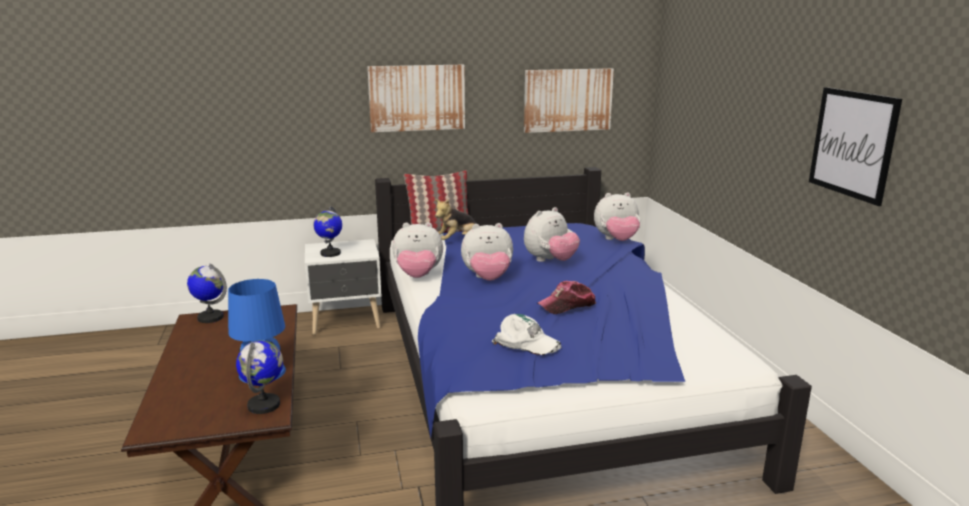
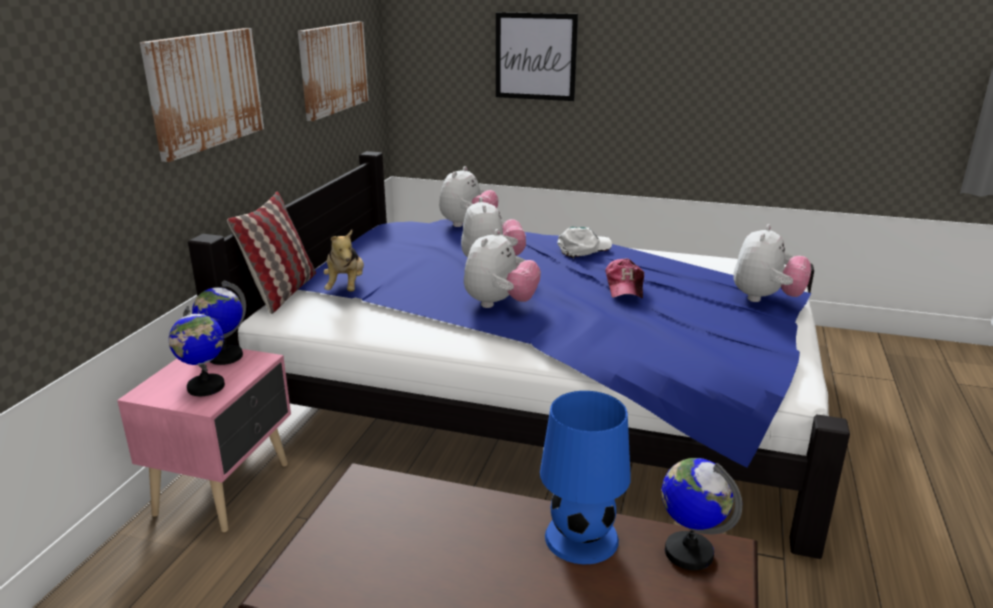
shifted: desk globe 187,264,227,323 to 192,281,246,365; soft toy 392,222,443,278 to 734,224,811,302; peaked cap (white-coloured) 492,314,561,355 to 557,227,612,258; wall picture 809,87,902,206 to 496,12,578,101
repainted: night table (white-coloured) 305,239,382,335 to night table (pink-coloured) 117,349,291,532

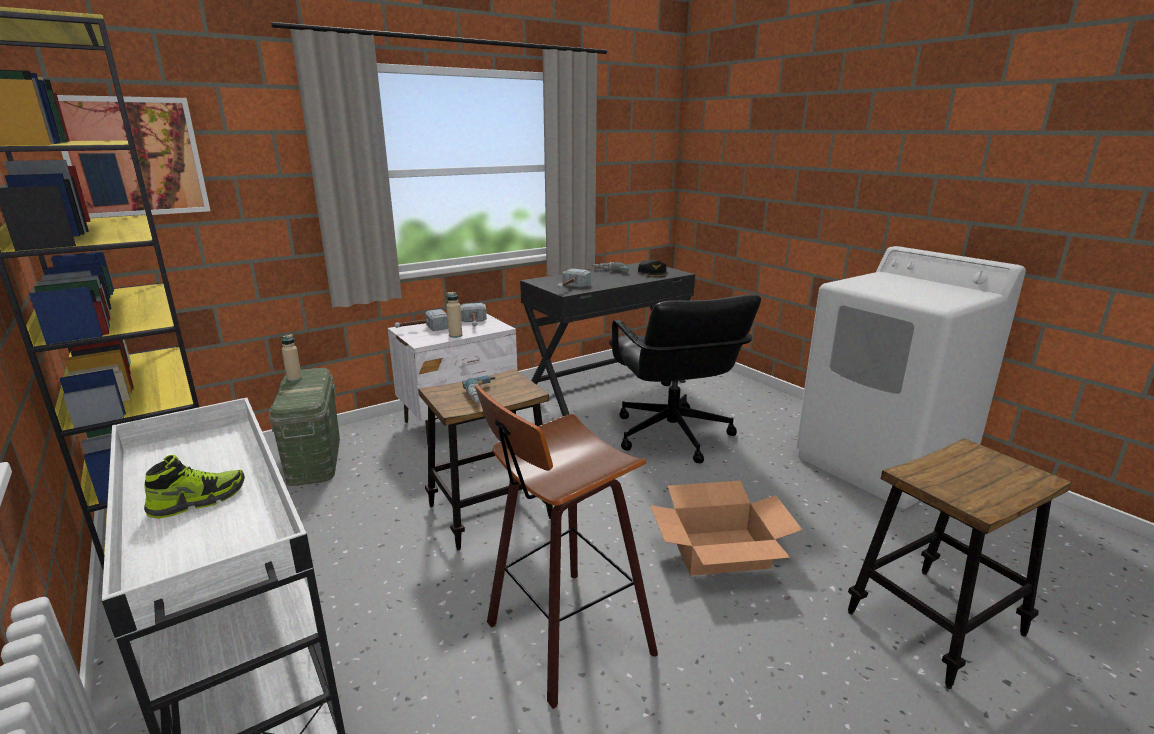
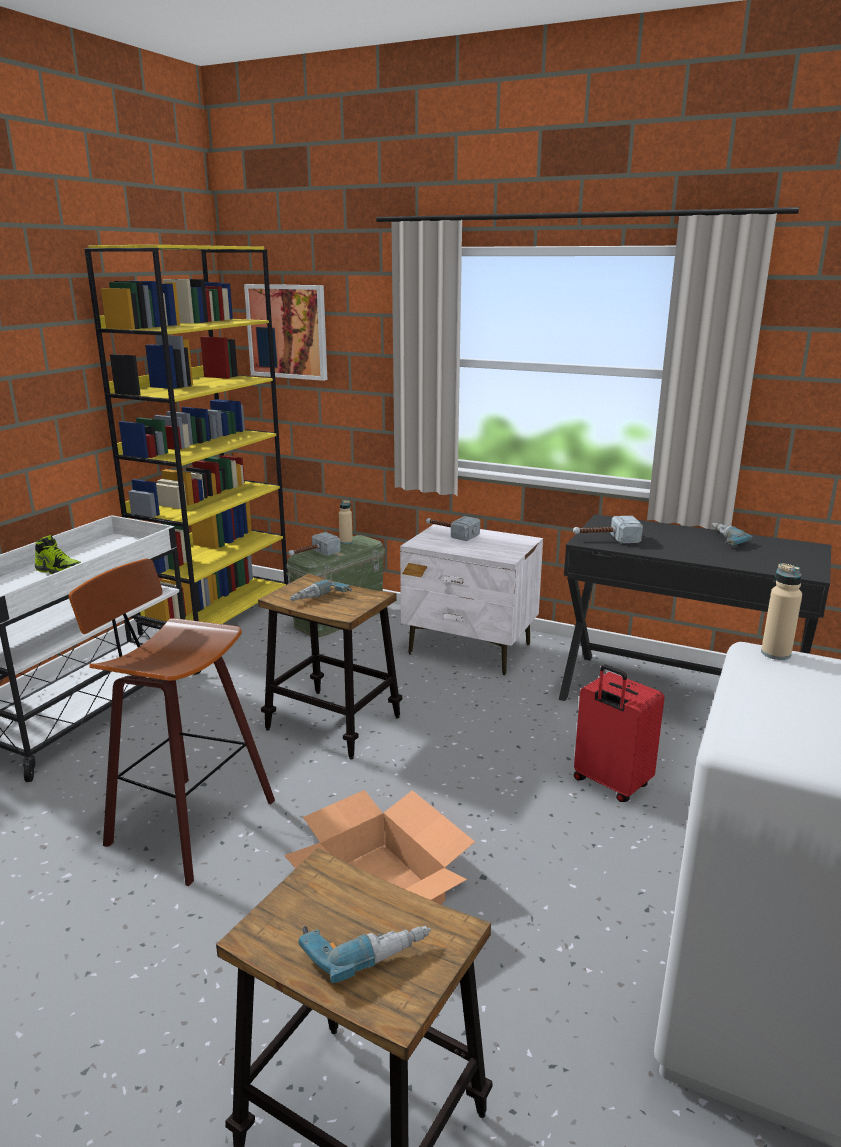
gone: peaked cap (black-coloured) 638,260,668,278
new: power drill 298,926,431,983
shifted: drink bottle (beige) 447,292,462,338 to 761,563,802,660; hand hammer 460,303,487,326 to 288,532,341,556
swapped: computer chair (black-coloured) 609,295,761,464 to piece of luggage (red) 574,664,664,802

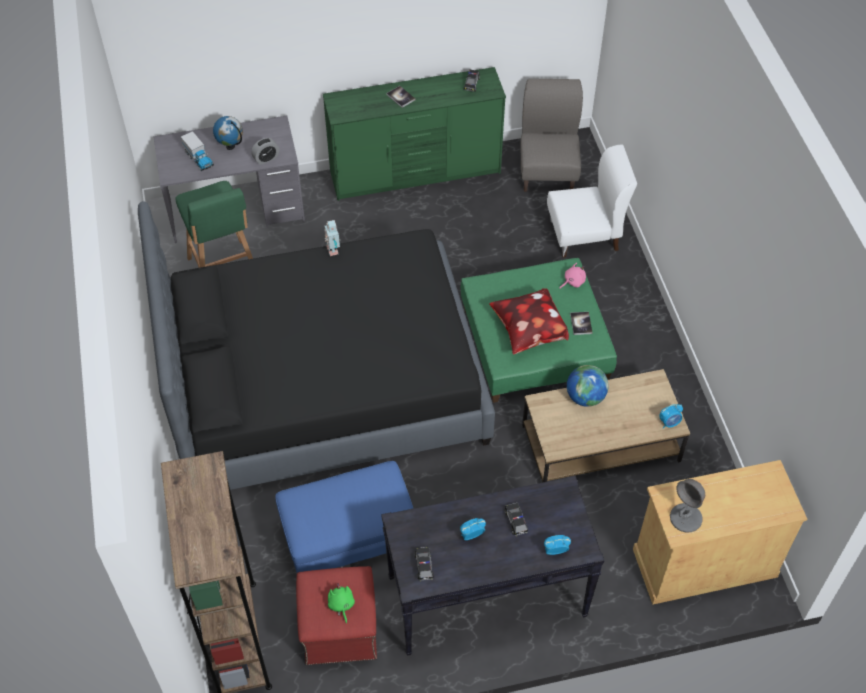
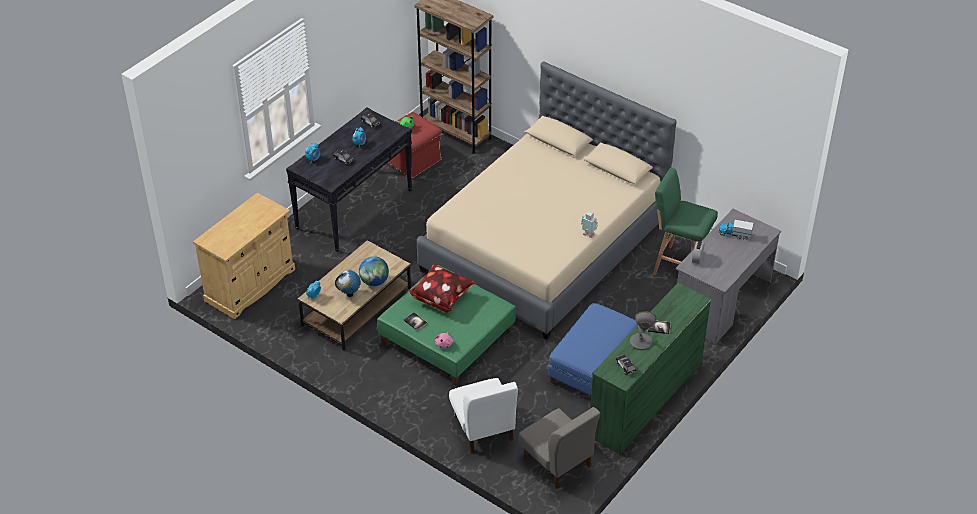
shifted: desk globe 213,116,243,150 to 335,270,361,297; pouffe (blue-coloured) 275,461,413,573 to 548,303,637,397; tabletop lamp (greyish) 670,479,705,533 to 630,311,656,350
repainted: bed (black-coloured) 138,201,495,490 to bed (beige) 417,61,677,339
rotated: plain chair (white-coloured) 547,144,637,258 = 449,378,518,453 60 degrees counterclockwise

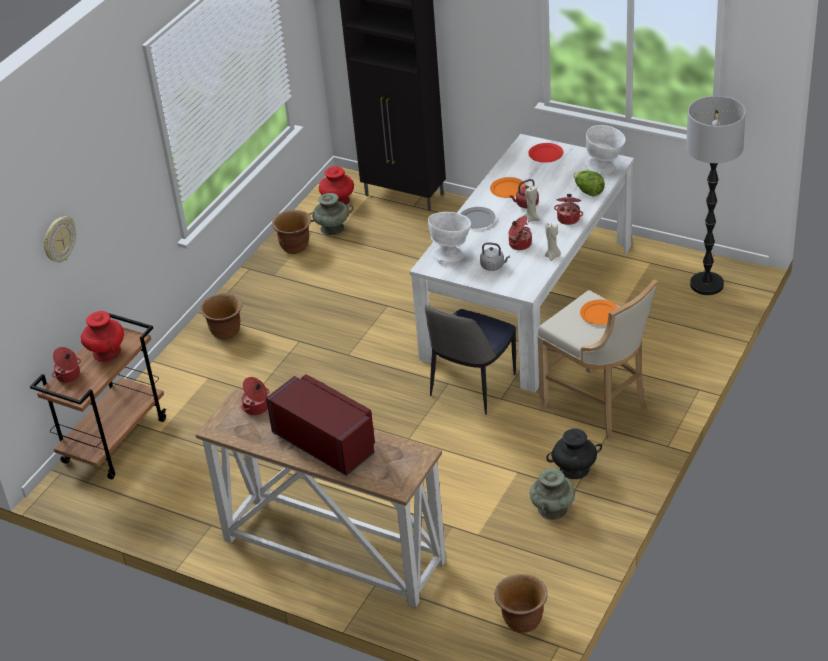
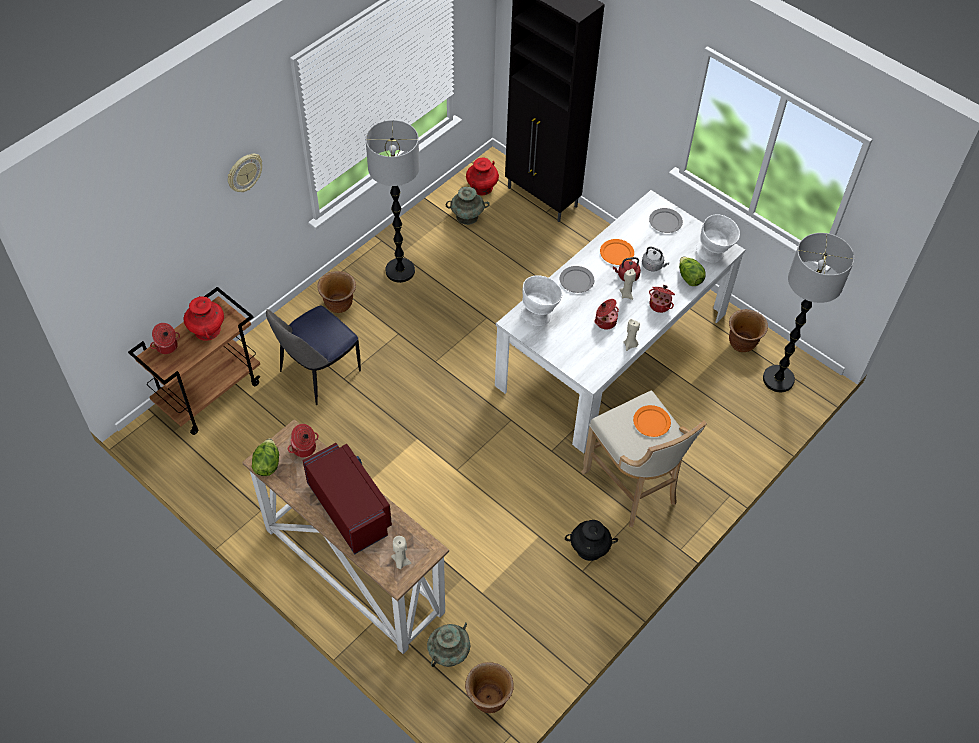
new: lettuce head 252,439,279,476; standard lamp 365,120,420,283; wax light (beige) 391,536,411,569
shifted: hanging clock 43,216,76,262 to 228,154,262,192; planter (brownish) 272,210,311,254 to 729,309,768,352; plain chair 425,305,516,415 to 266,305,361,405; water kettle (greyish) 480,242,510,271 to 642,247,669,271; flower vase (turquoise) 529,468,575,520 to 427,622,471,667
repainted: plate (red) 528,143,564,163 to plate (greyish) 649,208,683,233

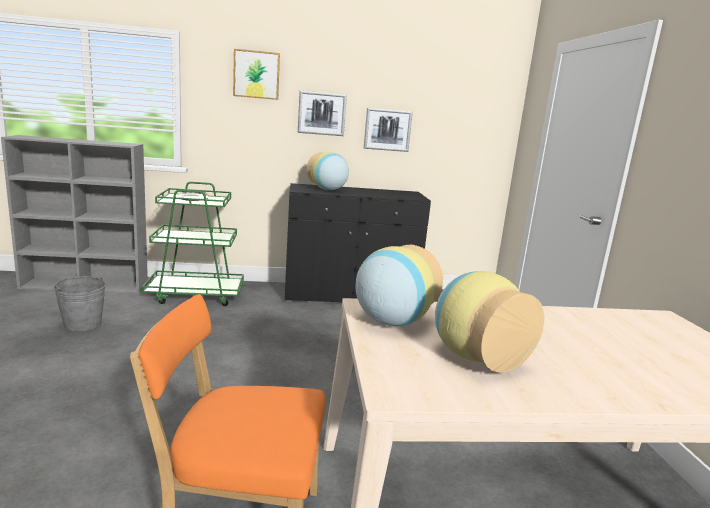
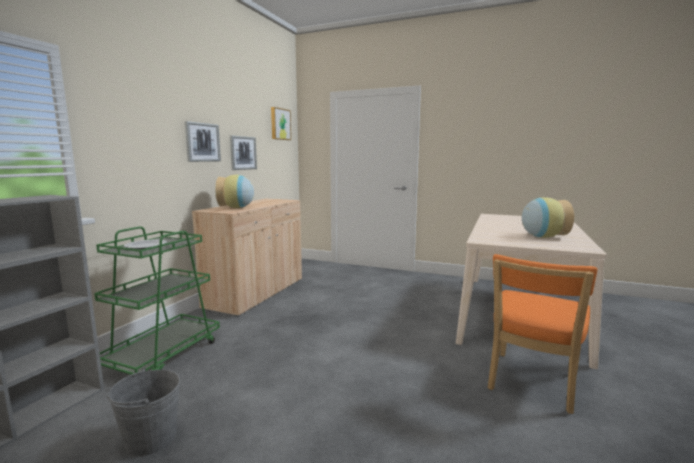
gone: flower vase 355,245,443,326
shifted: wall picture 233,49,280,100 to 271,107,291,140
repainted: cabinet (black-coloured) 285,183,431,302 to cabinet (beige) 192,199,302,317

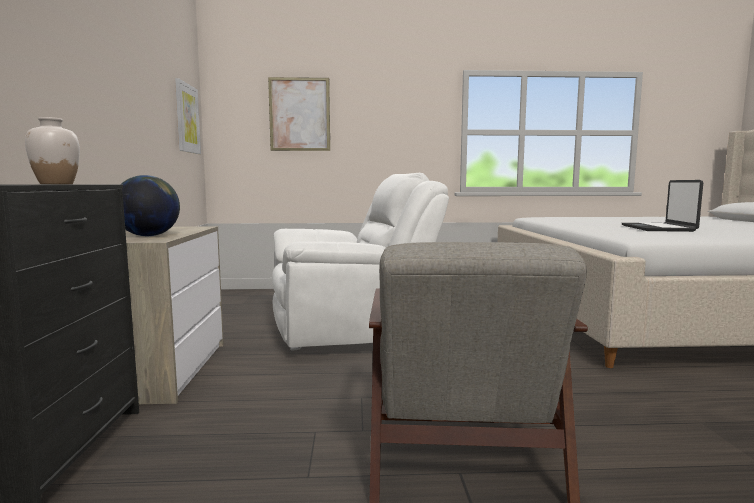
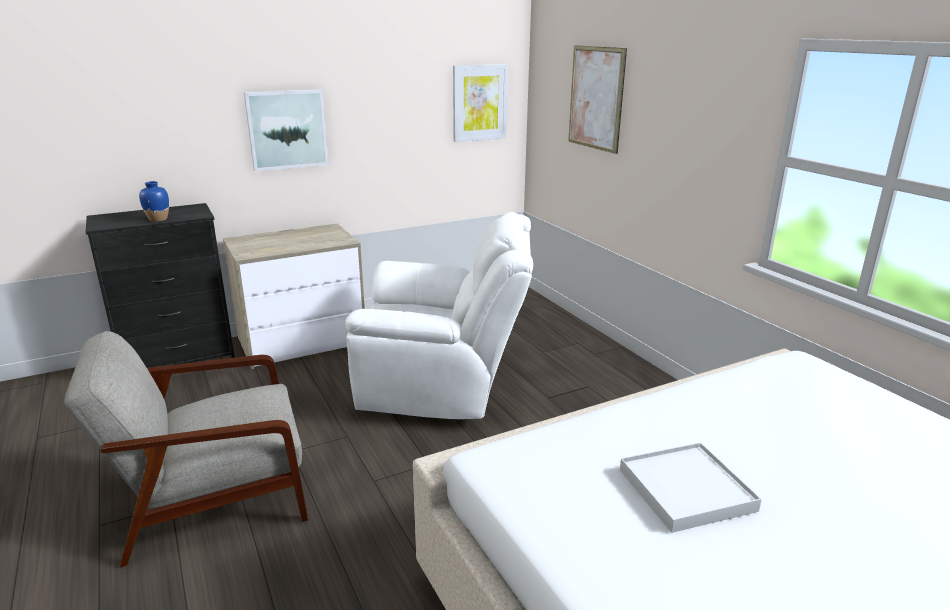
gone: desk globe 121,175,180,236
new: wall picture 244,89,329,171
swapped: notebook computer 622,180,703,232 to tray (white-coloured) 620,442,762,533
repainted: flower vase (white-coloured) 25,117,80,184 to flower vase (blue-coloured) 139,181,169,222
rotated: armchair (white-coloured) 272,173,449,350 = 345,212,533,419 45 degrees counterclockwise

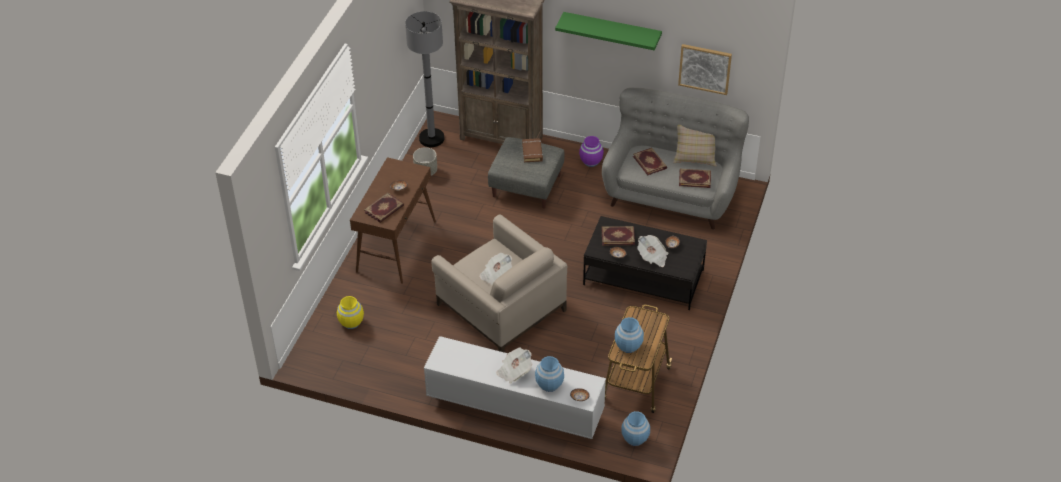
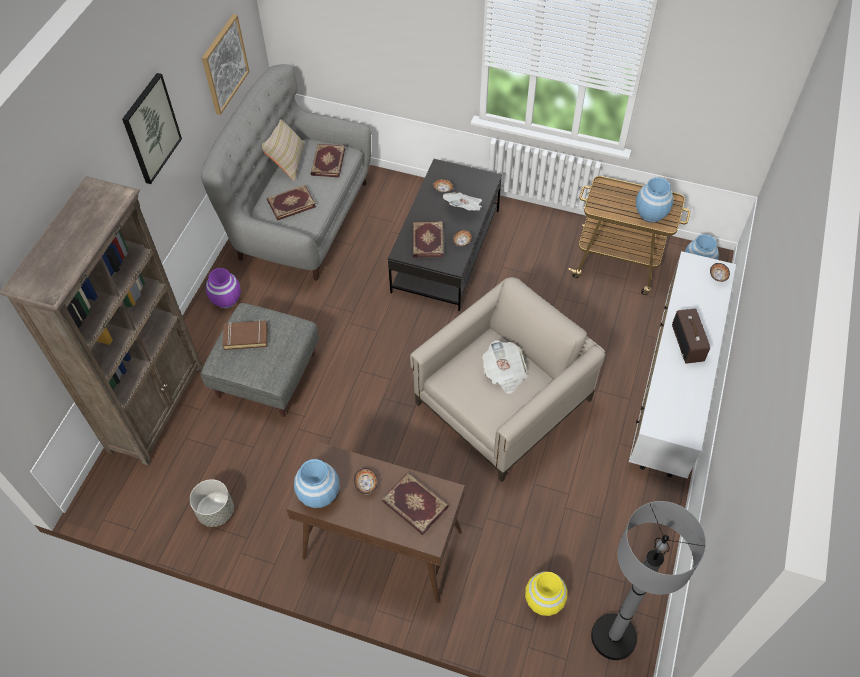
shifted: standard lamp (greyish) 405,11,445,147 to 591,501,706,660; flower vase (blue-coloured) 535,356,564,392 to 294,459,339,508
swapped: printed paper 496,348,532,383 to radio 672,309,710,363; bracket shelf (green) 555,12,662,50 to wall picture 122,73,182,184

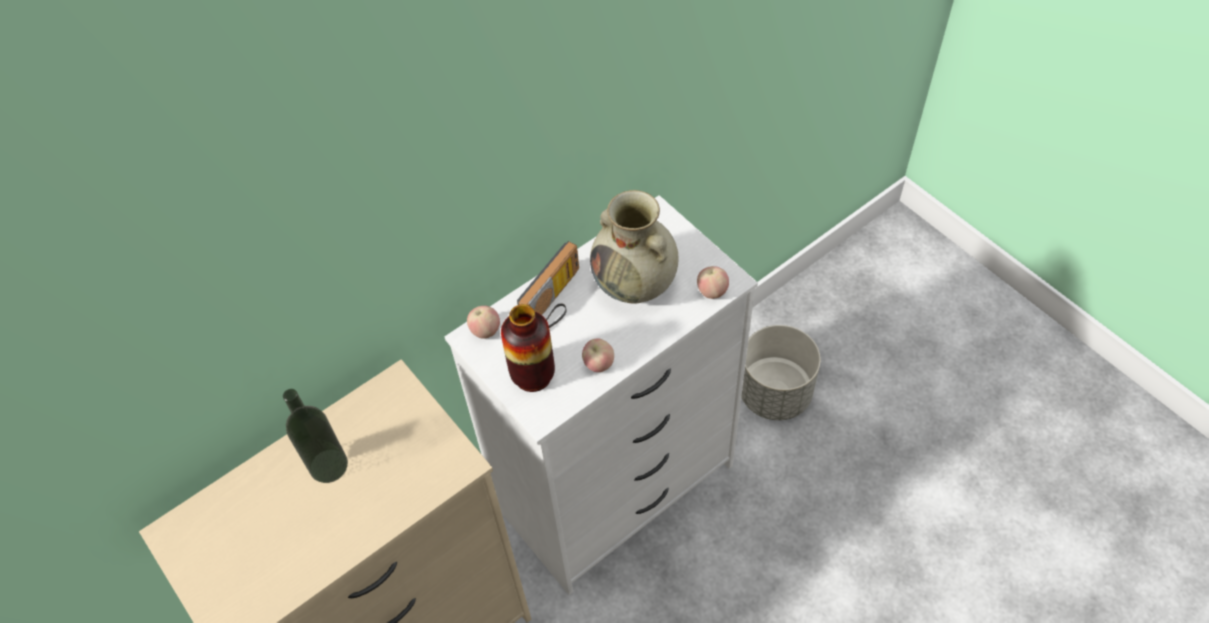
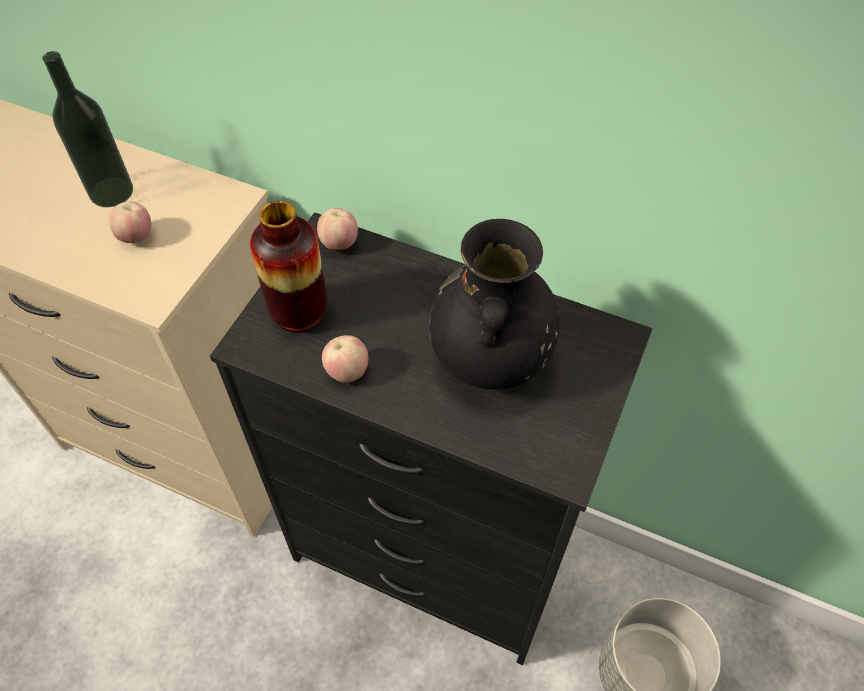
gone: radio 517,241,579,328
shifted: apple fruit 697,266,729,299 to 109,201,151,243
repainted: chest of drawers (white-coloured) 445,195,758,595 to chest of drawers (black-coloured) 210,212,652,665; flower vase (beige) 590,190,679,304 to flower vase (black-coloured) 429,219,560,389

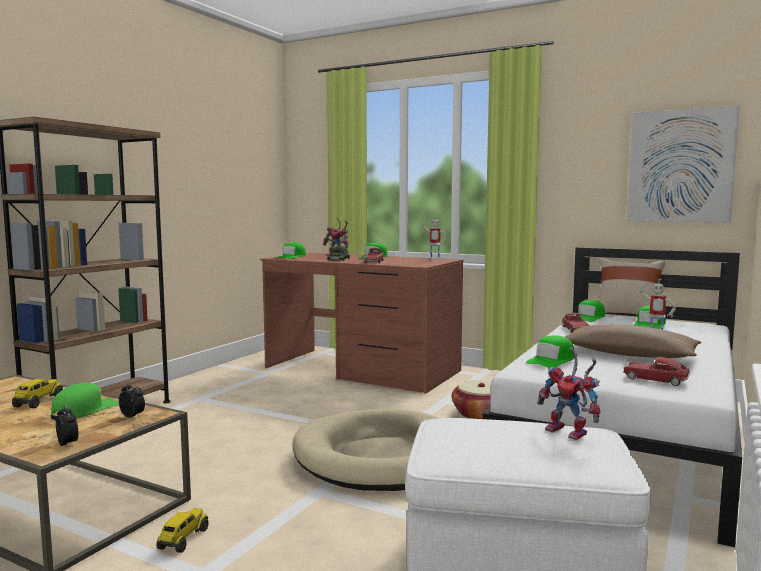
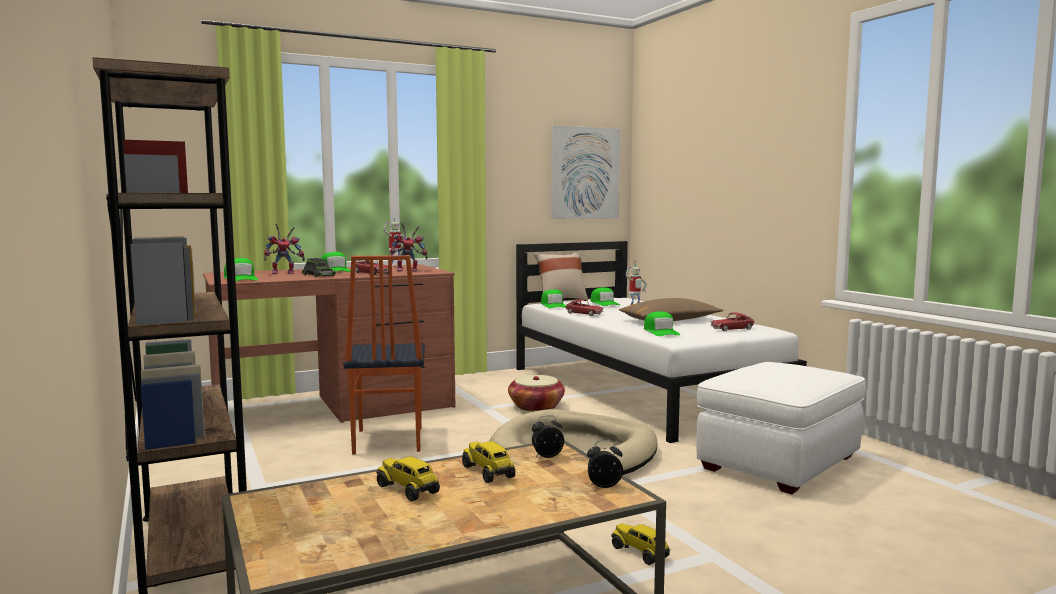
new: plain chair 343,255,425,455
shifted: toy robot 537,347,600,440 to 390,223,428,272
swapped: peaked cap (green) 51,383,119,420 to toy lorry 462,441,515,483

